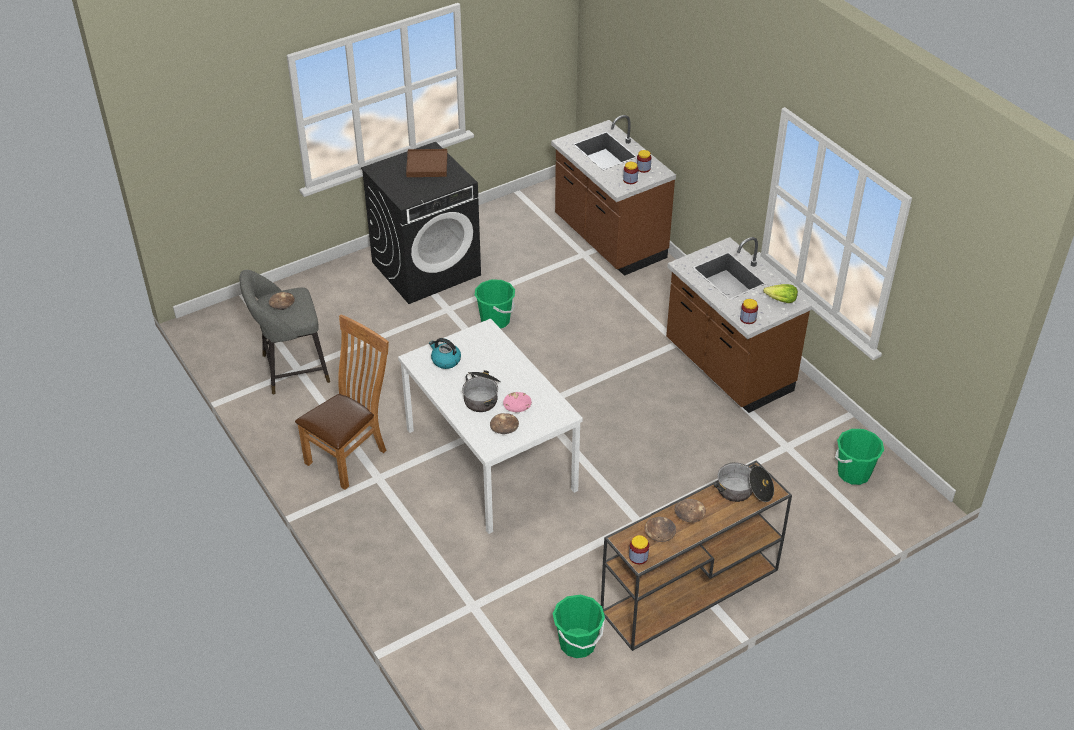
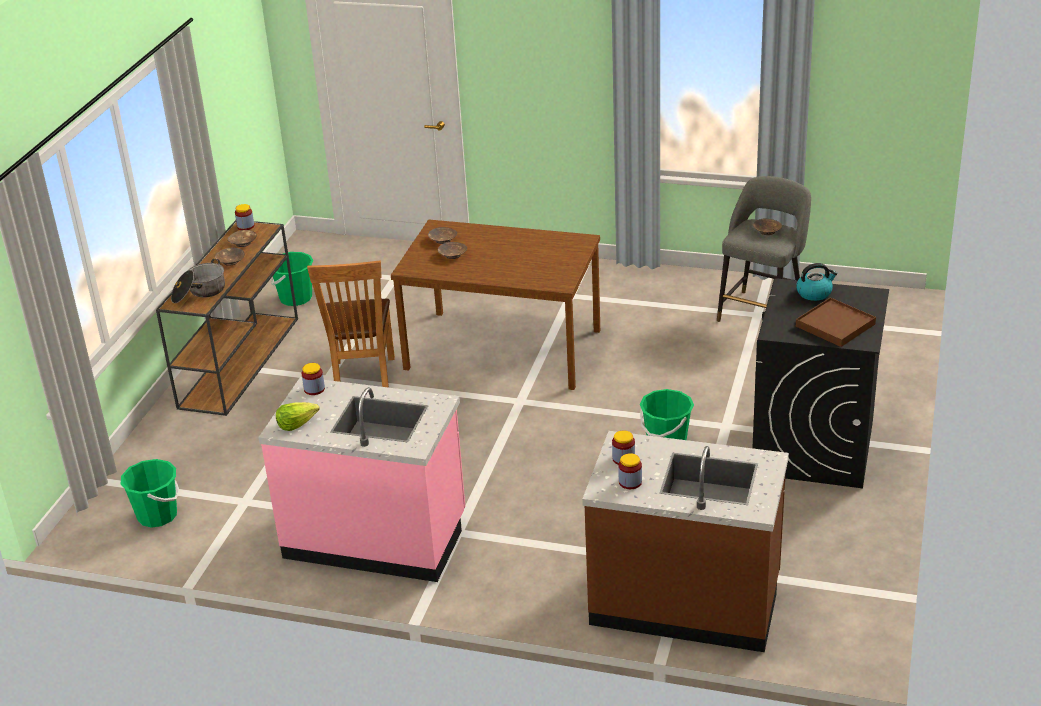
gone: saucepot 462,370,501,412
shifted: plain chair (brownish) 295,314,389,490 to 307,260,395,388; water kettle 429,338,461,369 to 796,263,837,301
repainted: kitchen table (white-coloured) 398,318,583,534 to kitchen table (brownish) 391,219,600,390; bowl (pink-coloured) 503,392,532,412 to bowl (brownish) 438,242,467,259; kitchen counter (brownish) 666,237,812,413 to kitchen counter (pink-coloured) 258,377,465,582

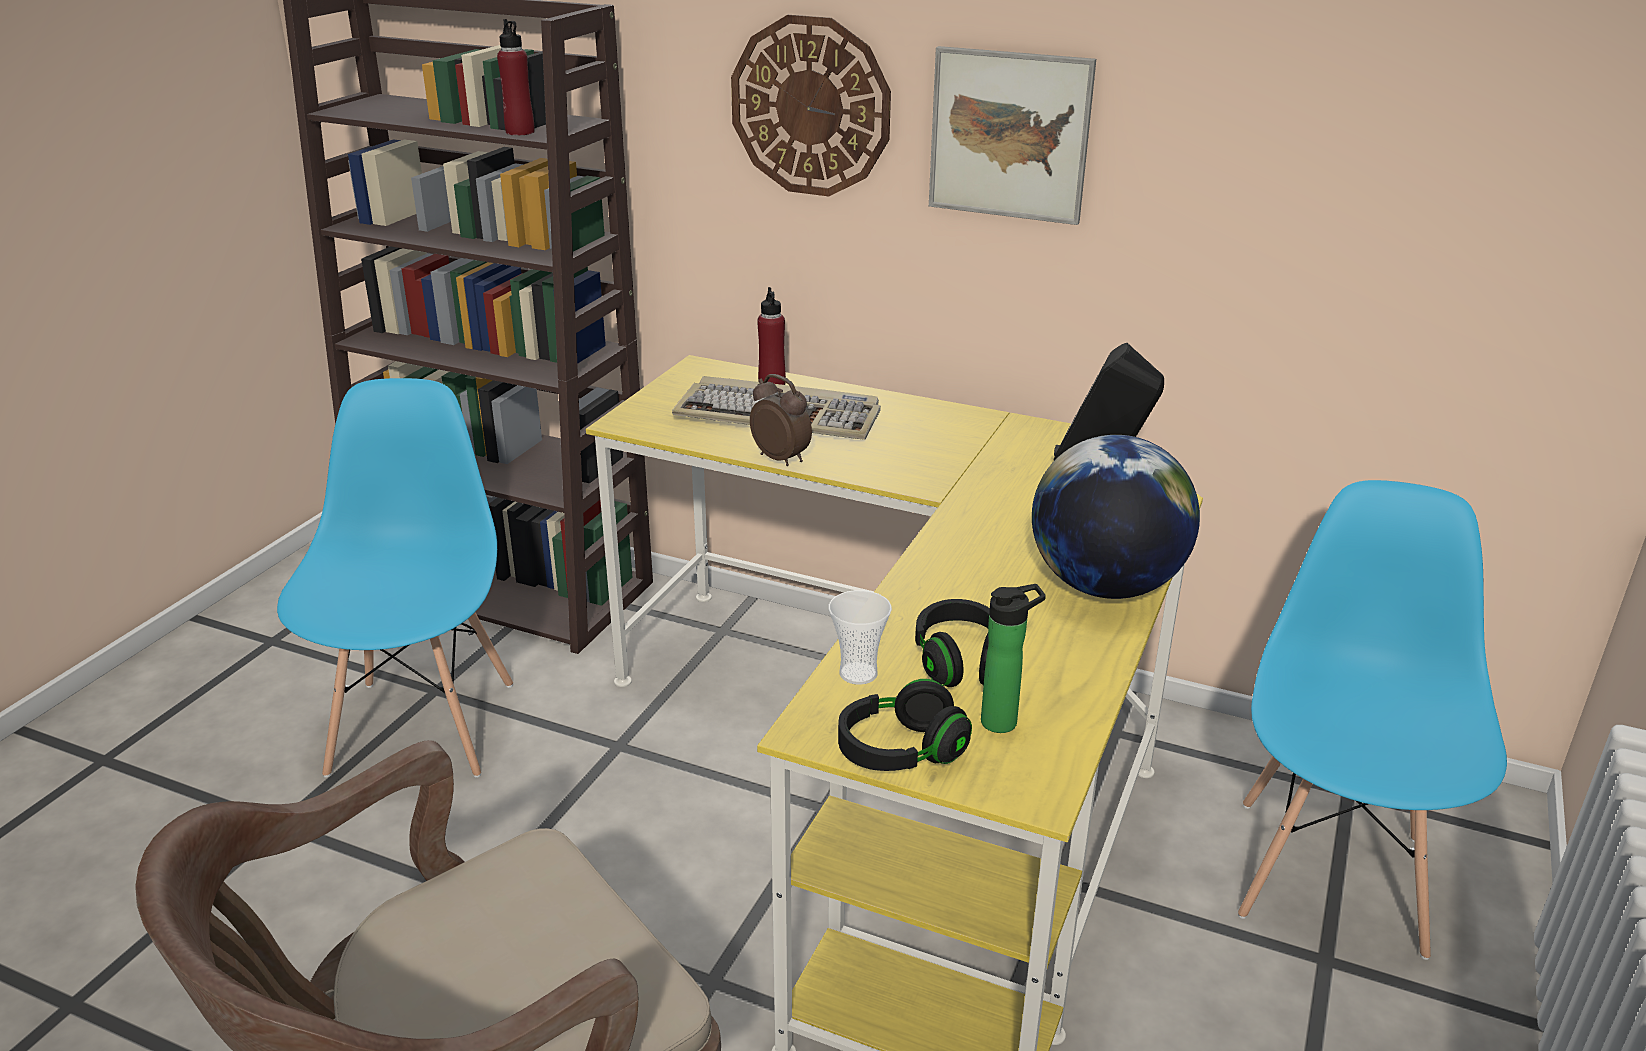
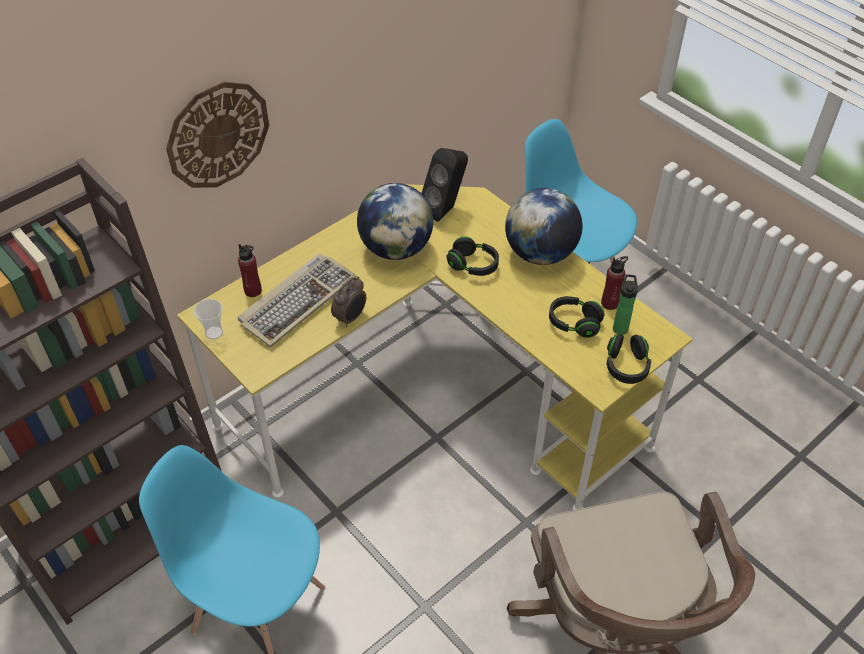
gone: wall picture 929,46,1096,225
new: desk globe 357,183,433,260; headset (black-coloured) 447,237,499,276
shifted: drink bottle (red) 497,19,535,136 to 601,256,628,310; cup 829,590,892,685 to 194,299,223,340
rotated: bedside clock 750,374,812,466 = 331,277,366,327 150 degrees clockwise

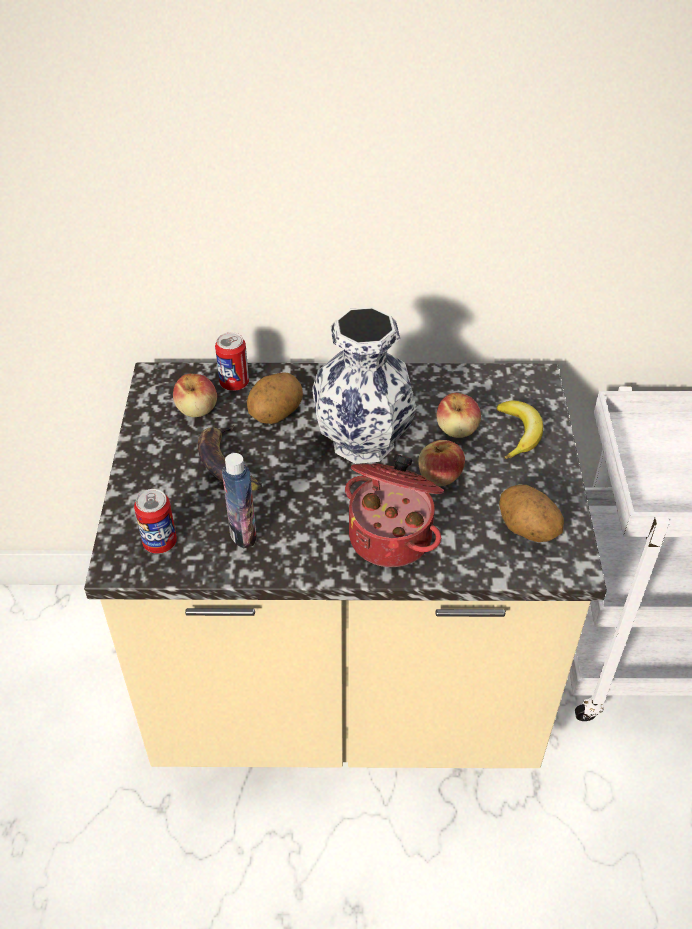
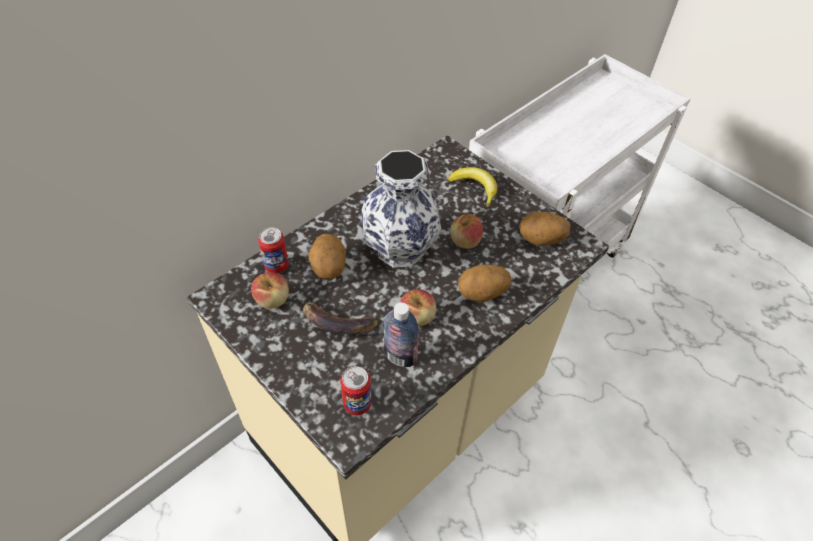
shifted: apple fruit 437,393,481,438 to 400,289,436,326
swapped: saucepot 345,454,444,567 to potato 458,265,511,302

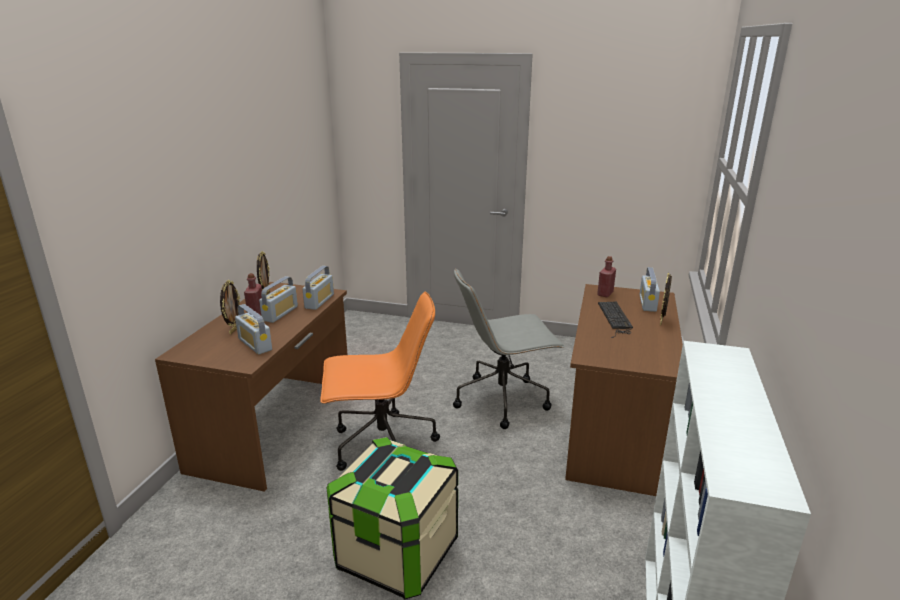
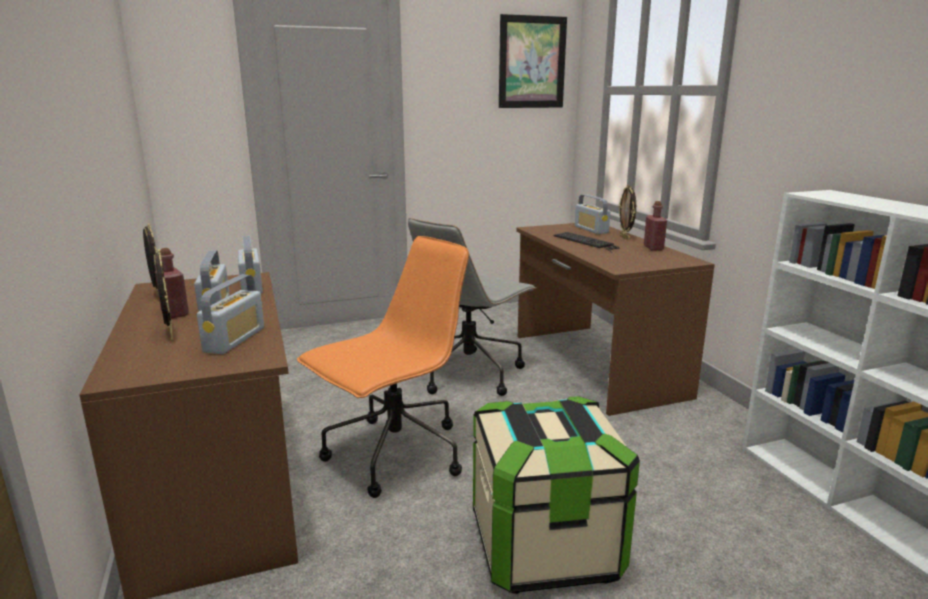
new: wall picture 499,14,567,108
shifted: drink bottle (red) 597,256,616,297 to 644,201,667,251
rotated: radio 235,304,272,355 = 197,274,264,354 90 degrees counterclockwise

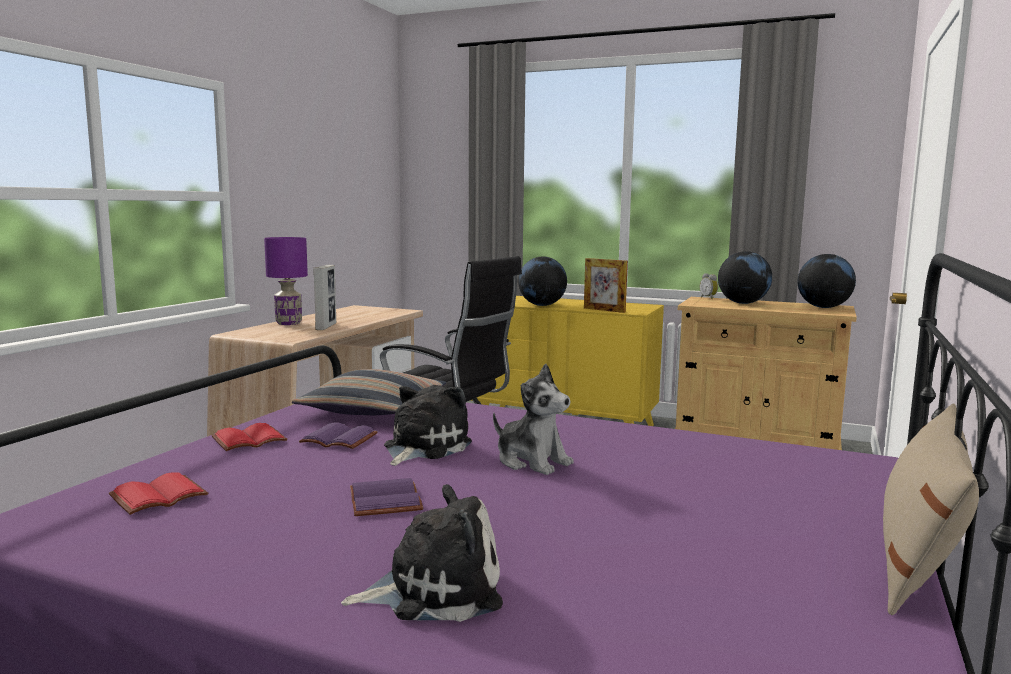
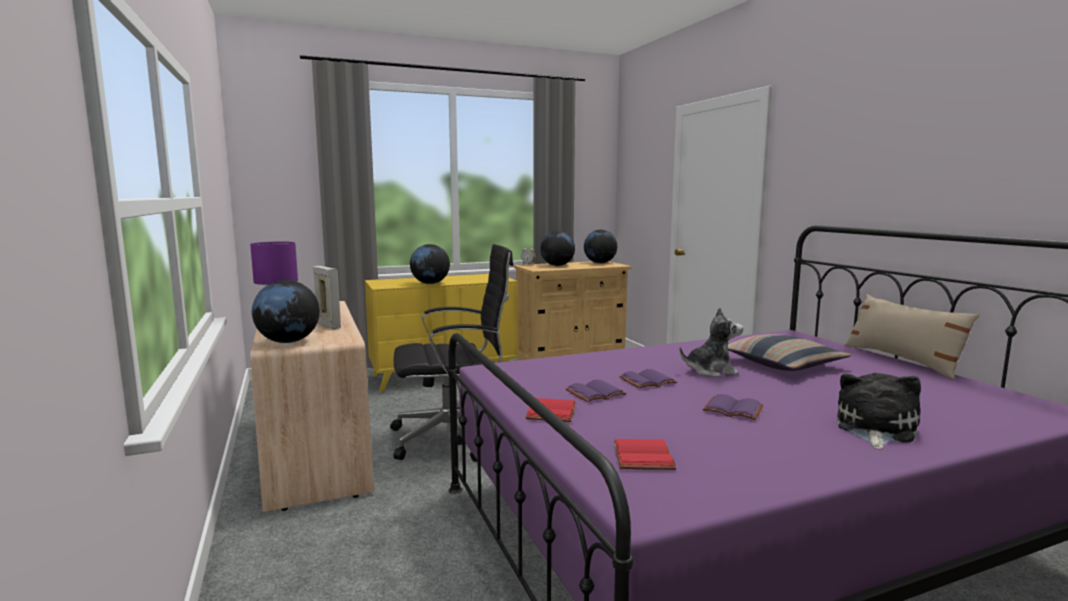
gone: standing frame 584,258,628,313
new: desk globe 252,280,320,343
shifted: cushion 292,369,446,415 to 728,334,851,371
swapped: soft toy 384,385,472,466 to bound book (purplish) 619,369,677,389

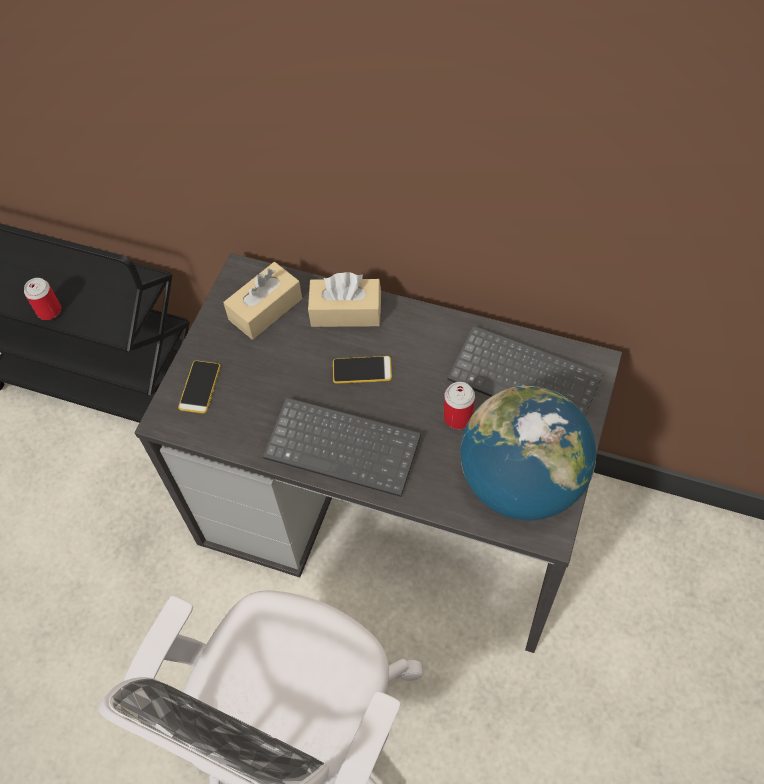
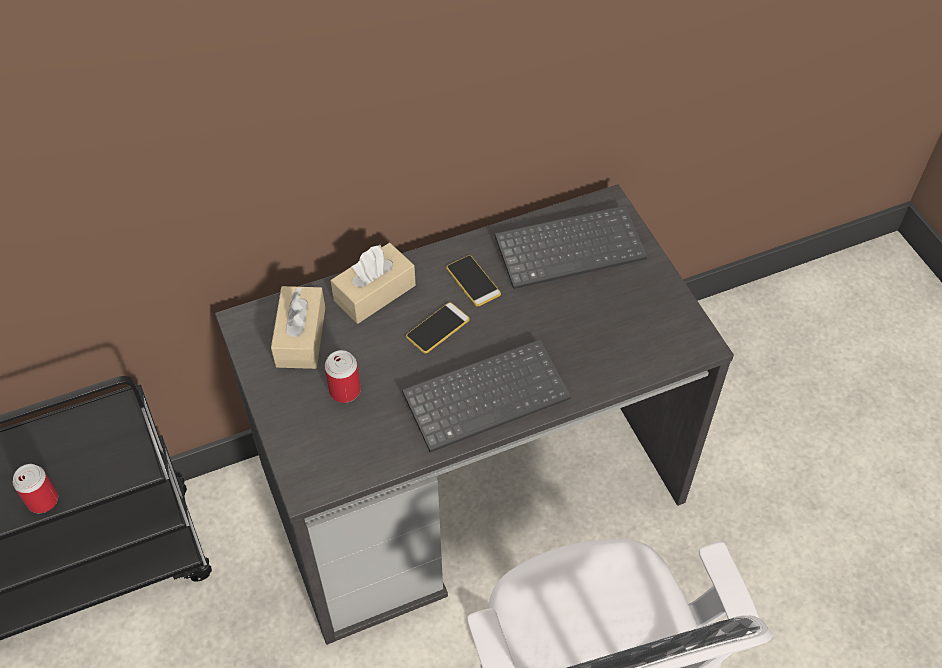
gone: desk globe 461,386,596,520
shifted: phone 178,360,221,414 to 446,255,501,307; sealed can 444,382,475,429 to 325,350,361,403

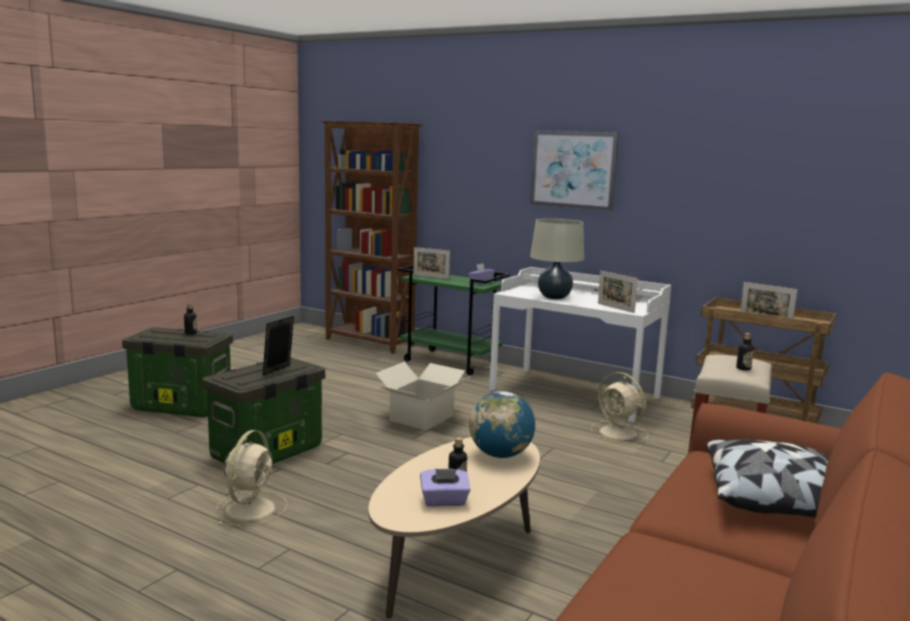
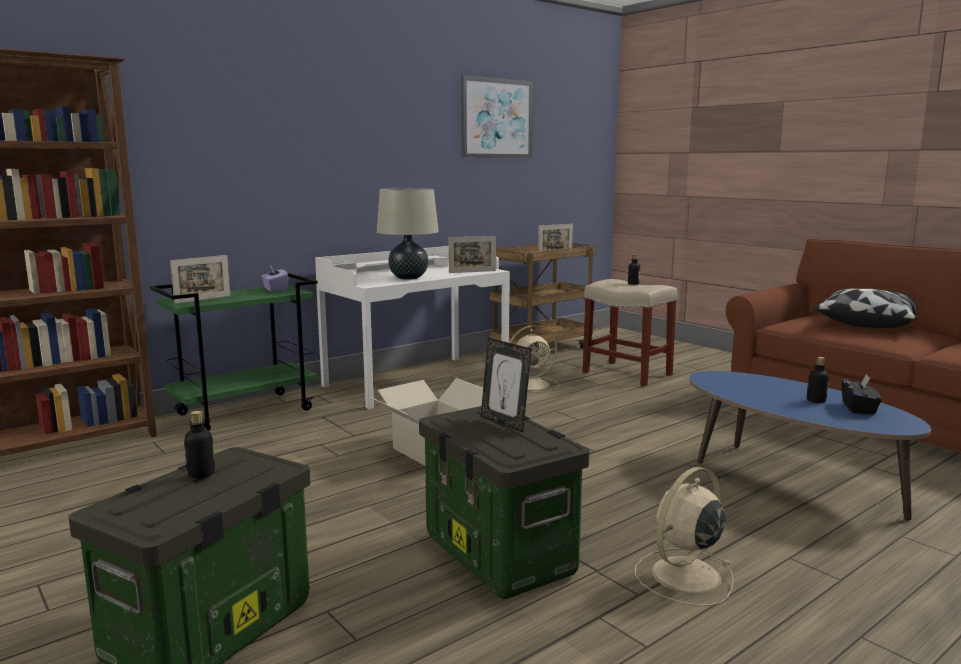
gone: desk globe 469,391,535,458
shifted: wall picture 530,130,619,211 to 461,75,533,158
repainted: low table (beige) 368,437,540,619 to low table (blue-coloured) 689,371,931,520; tissue box (purplish) 420,469,470,507 to tissue box (black-coloured) 842,373,882,414
rotated: electric fan (beige) 216,430,288,526 = 635,467,734,606 75 degrees counterclockwise

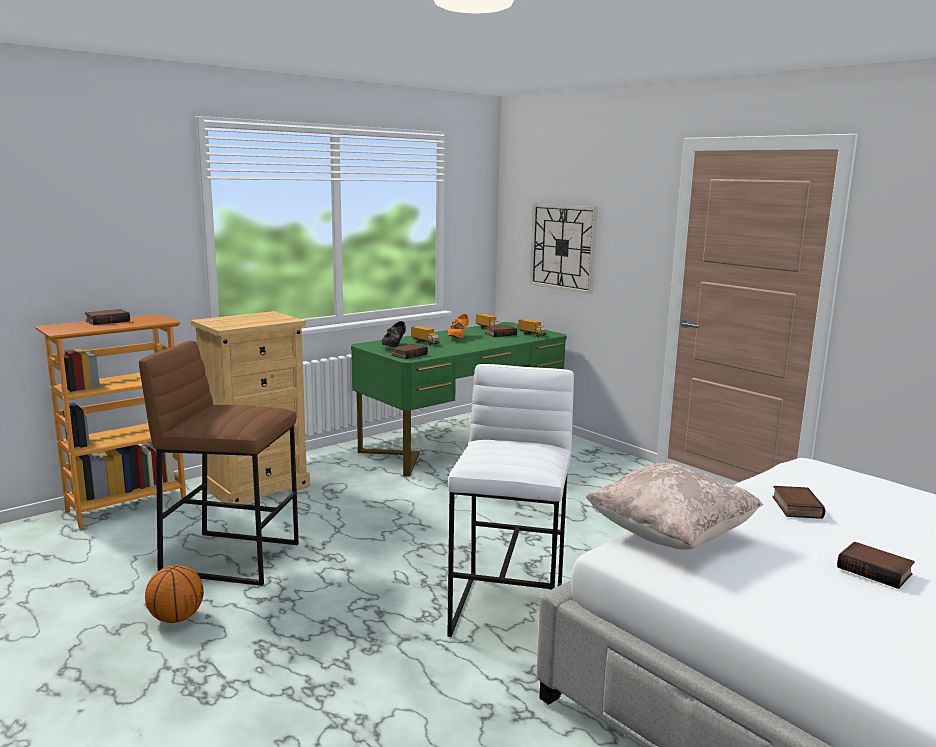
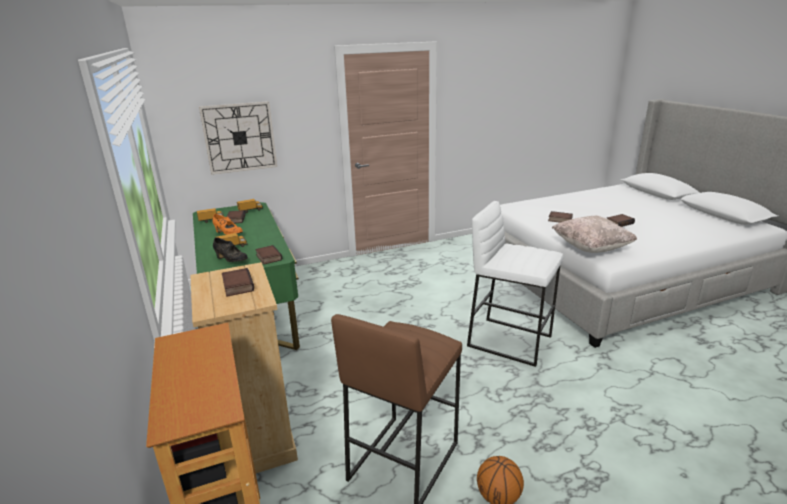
shifted: bound book 85,309,130,325 to 222,268,254,297

